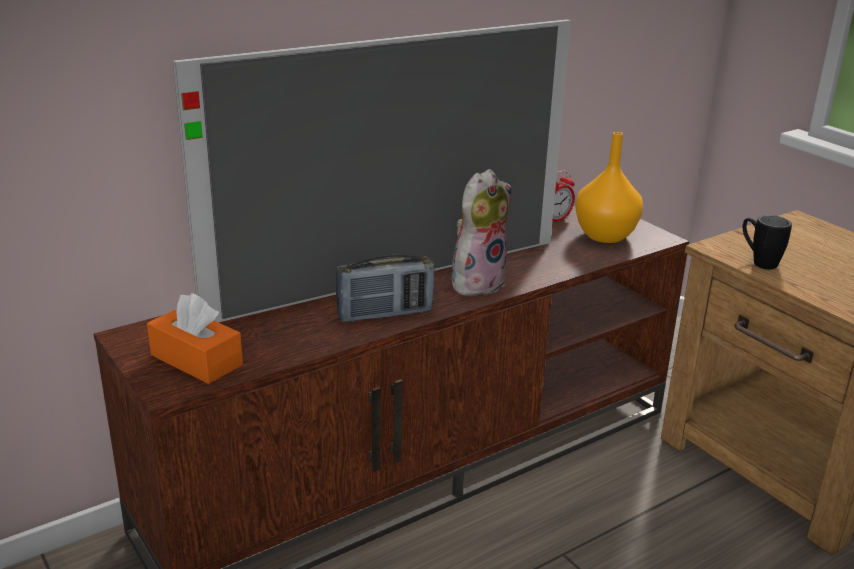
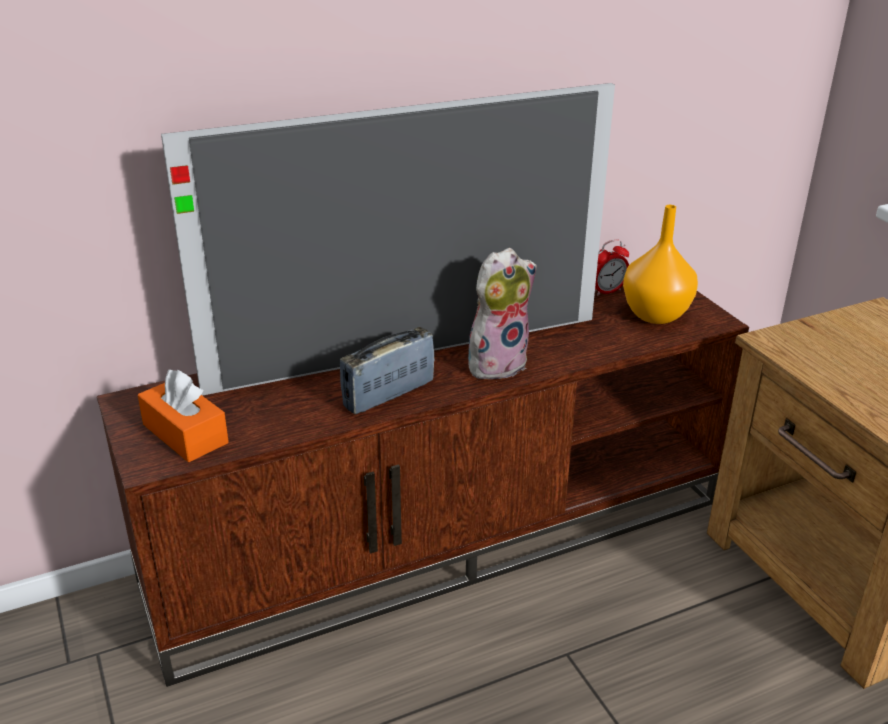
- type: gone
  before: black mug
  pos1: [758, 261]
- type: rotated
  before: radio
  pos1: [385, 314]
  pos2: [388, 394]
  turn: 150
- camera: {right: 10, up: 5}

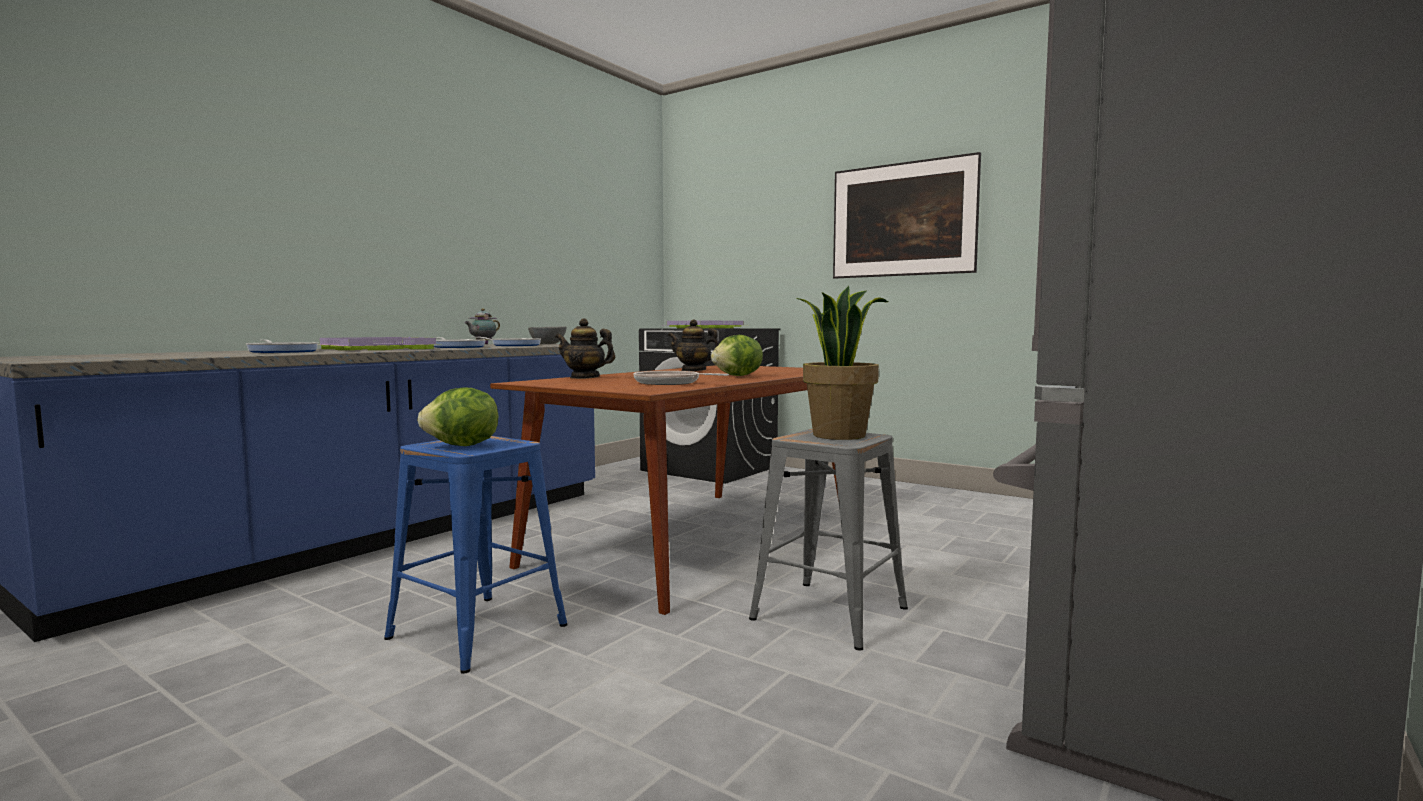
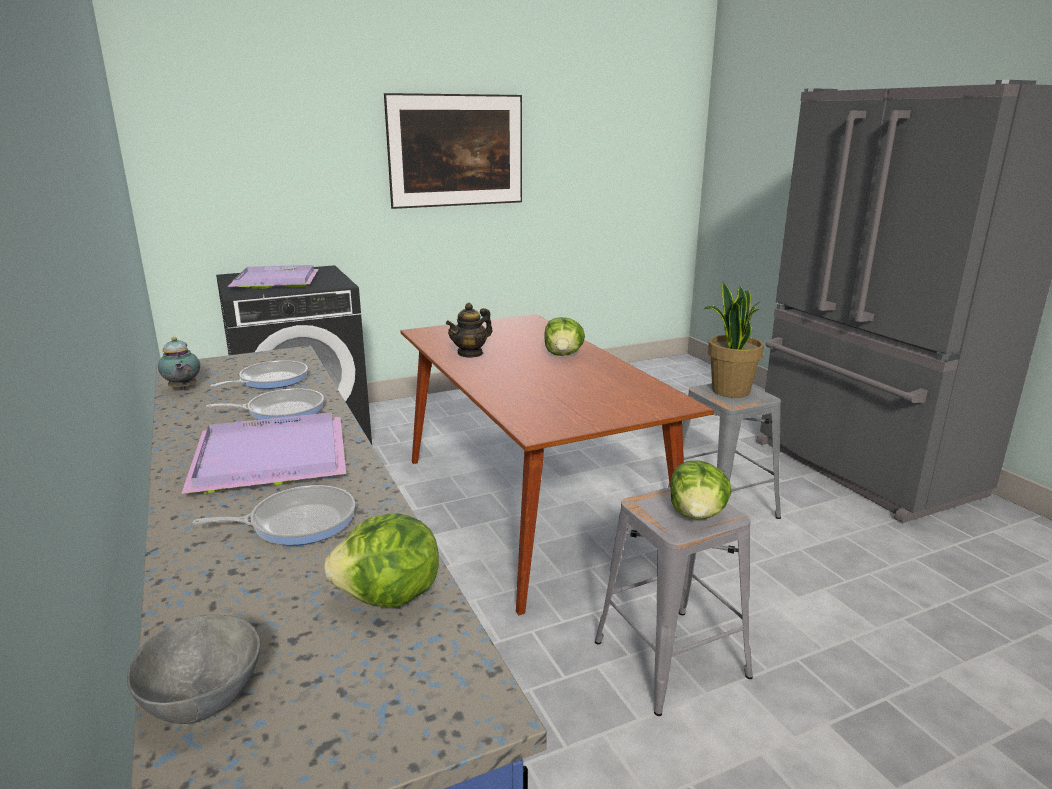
- type: gone
  before: teapot
  pos1: [585, 377]
- type: gone
  before: frying pan
  pos1: [670, 383]
- type: new
  after: lettuce
  pos2: [389, 598]
- type: shifted
  before: grey bowl
  pos1: [548, 344]
  pos2: [205, 697]
- type: repainted
  before: blue stool
  after: grey stool
  pos1: [476, 632]
  pos2: [671, 659]
- camera: {right: -60, up: 15}

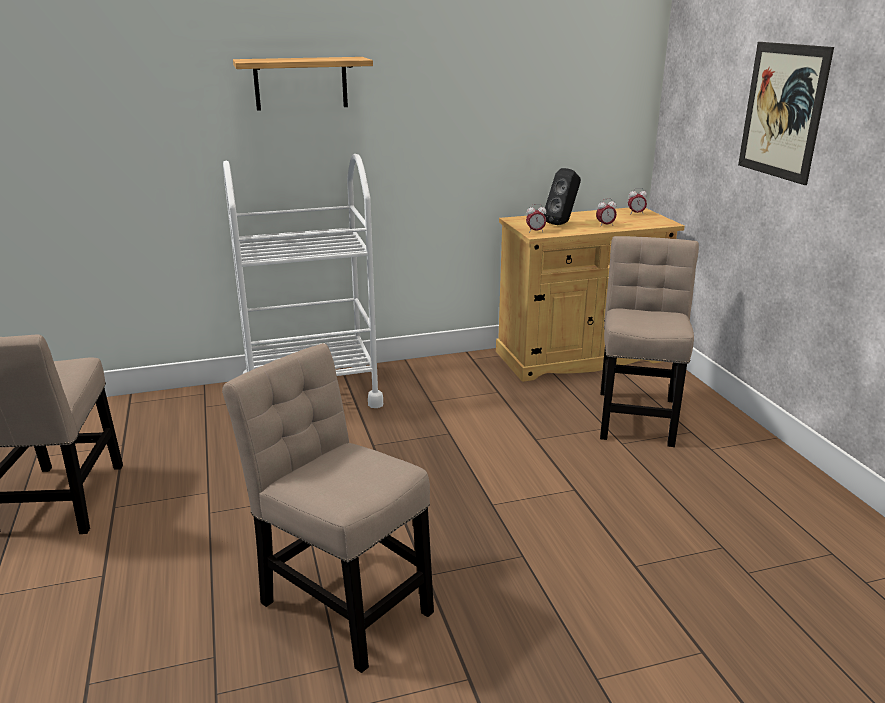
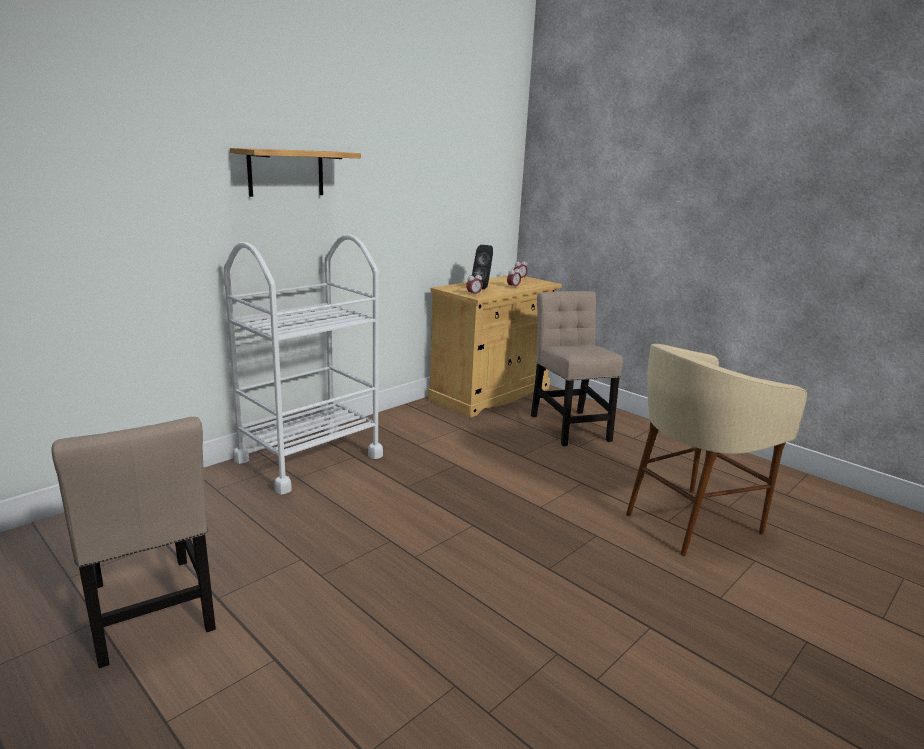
- type: gone
  before: beige chair
  pos1: [341, 601]
- type: gone
  before: picture
  pos1: [782, 111]
- type: new
  after: beige stool
  pos2: [690, 522]
- camera: {right: -30, up: -5}

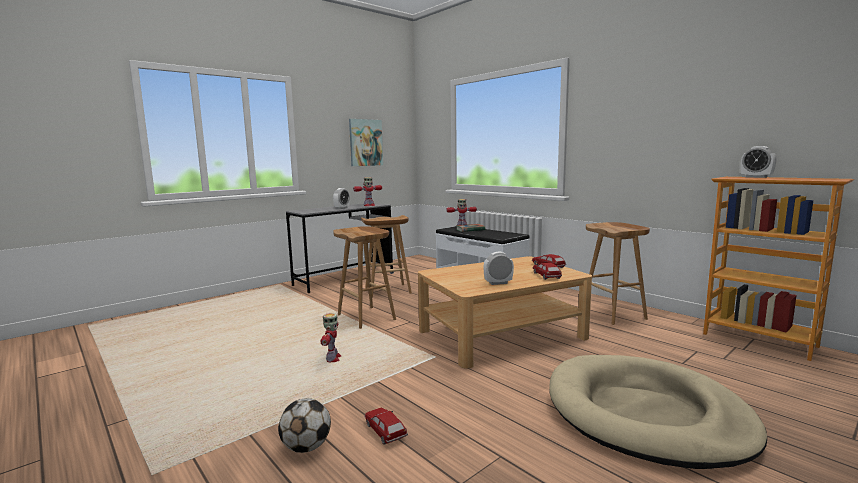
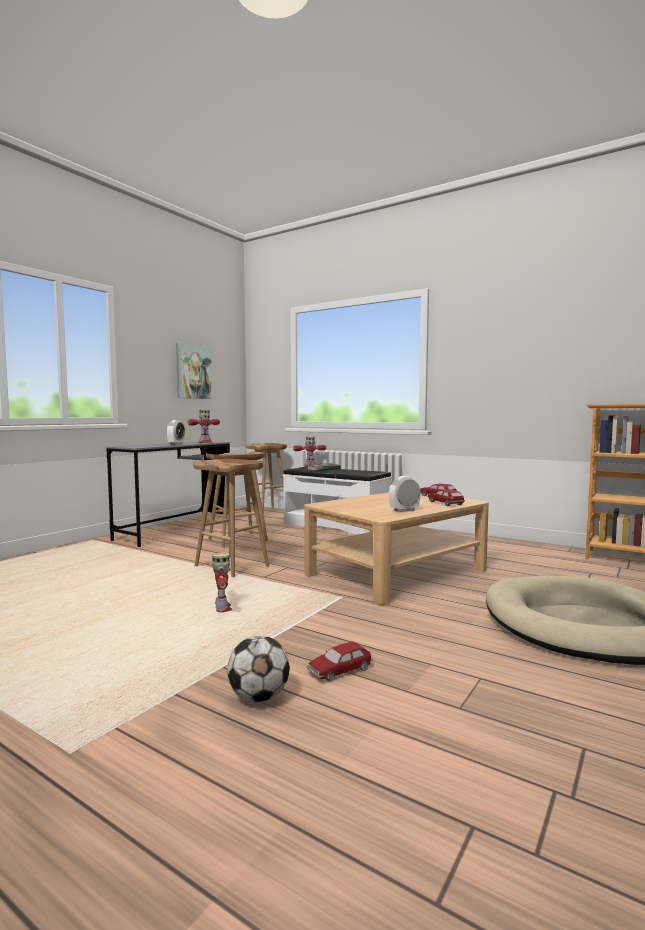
- type: gone
  before: alarm clock
  pos1: [756, 177]
- type: shifted
  before: brown stool
  pos1: [614, 314]
  pos2: [268, 512]
- type: rotated
  before: toy car
  pos1: [385, 431]
  pos2: [339, 670]
  turn: -75
- camera: {right: -15, up: -5}

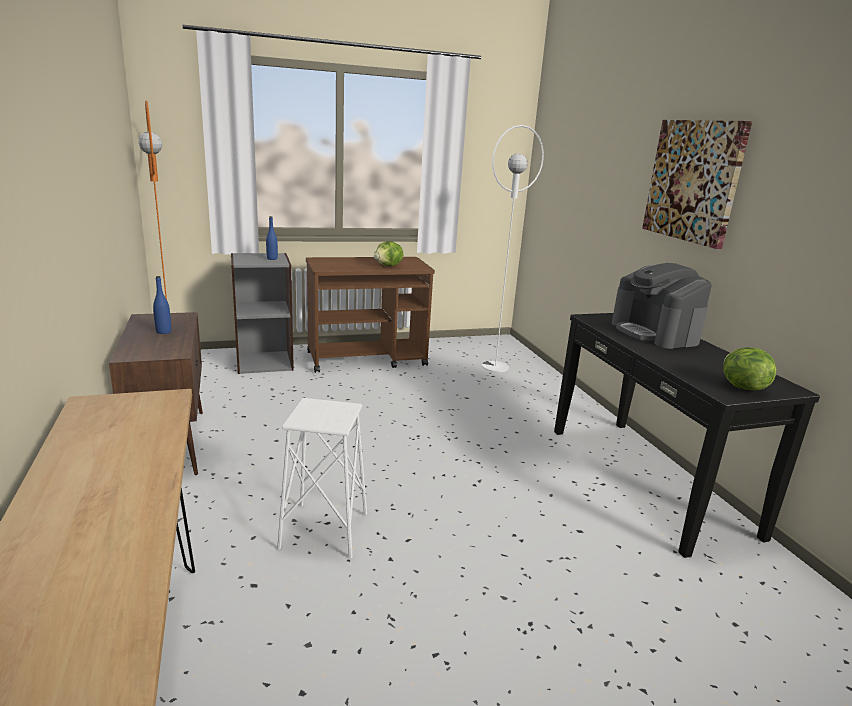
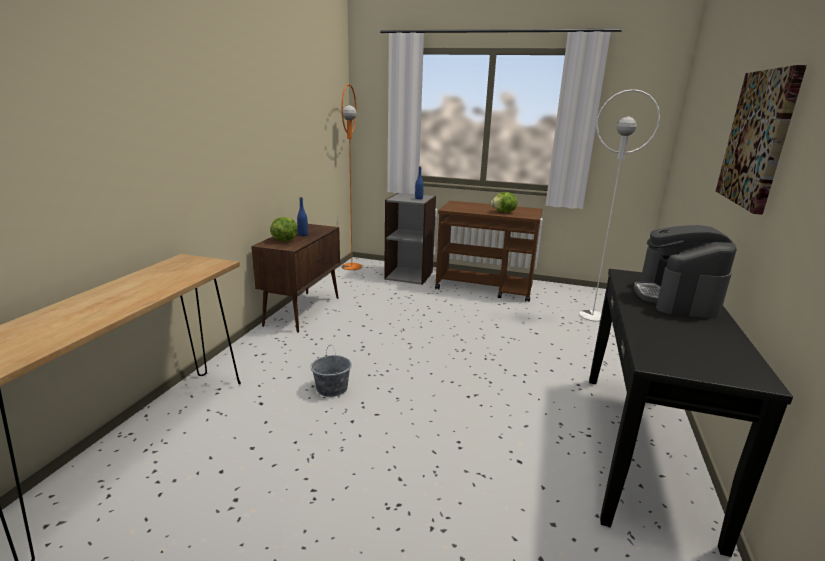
- type: shifted
  before: lettuce
  pos1: [741, 387]
  pos2: [284, 240]
- type: swapped
  before: white stool
  after: grey bucket
  pos1: [324, 530]
  pos2: [332, 388]
- camera: {right: 35, up: 0}

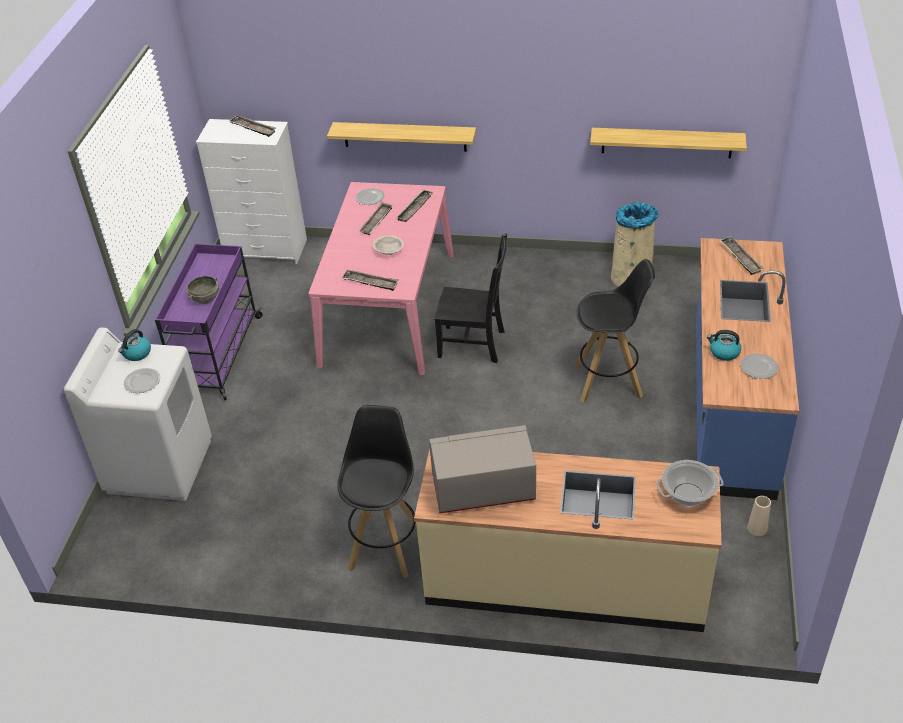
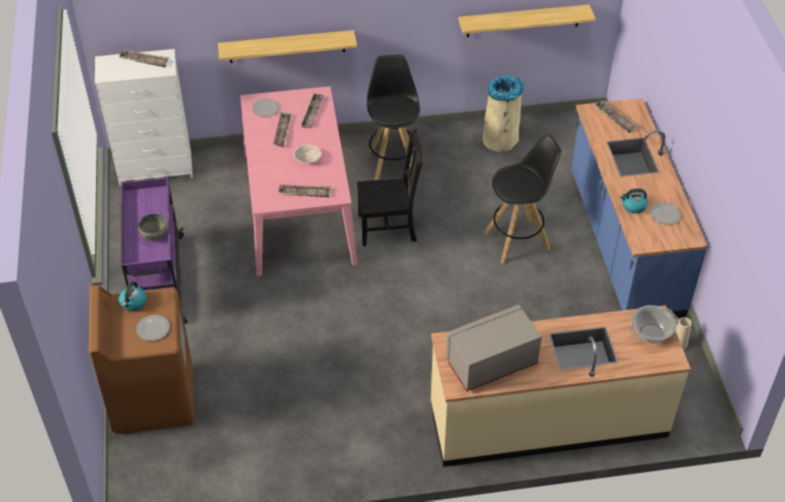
- type: shifted
  before: black stool
  pos1: [386, 545]
  pos2: [393, 163]
- type: repainted
  before: white washing machine
  after: brown washing machine
  pos1: [159, 465]
  pos2: [153, 397]
- camera: {right: -20, up: 5}

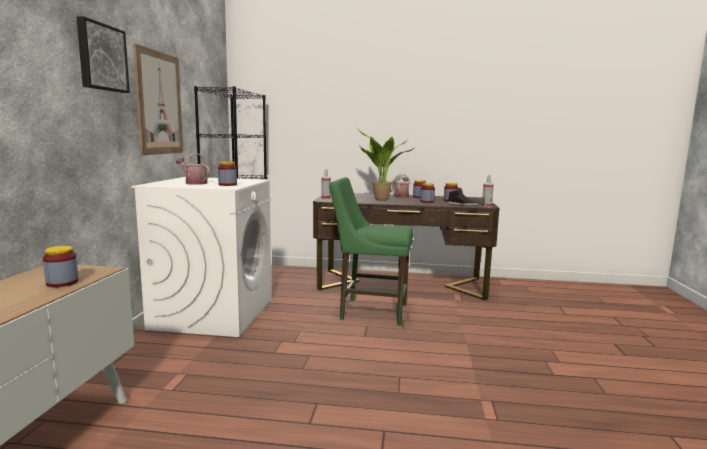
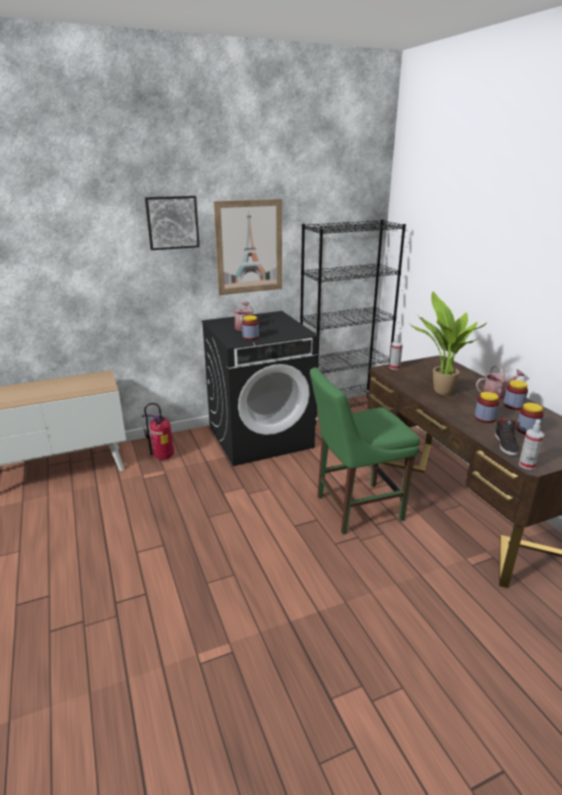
- type: gone
  before: jar
  pos1: [62, 283]
- type: new
  after: fire extinguisher
  pos2: [163, 458]
- type: repainted
  before: white washing machine
  after: black washing machine
  pos1: [213, 313]
  pos2: [260, 437]
- type: rotated
  before: green chair
  pos1: [370, 311]
  pos2: [354, 508]
  turn: -90
- camera: {right: 60, up: 15}

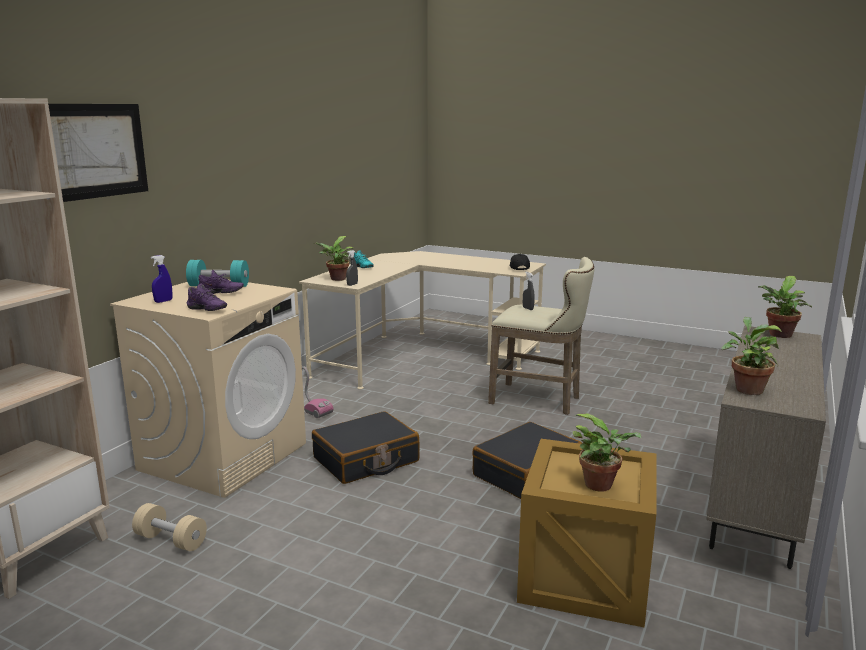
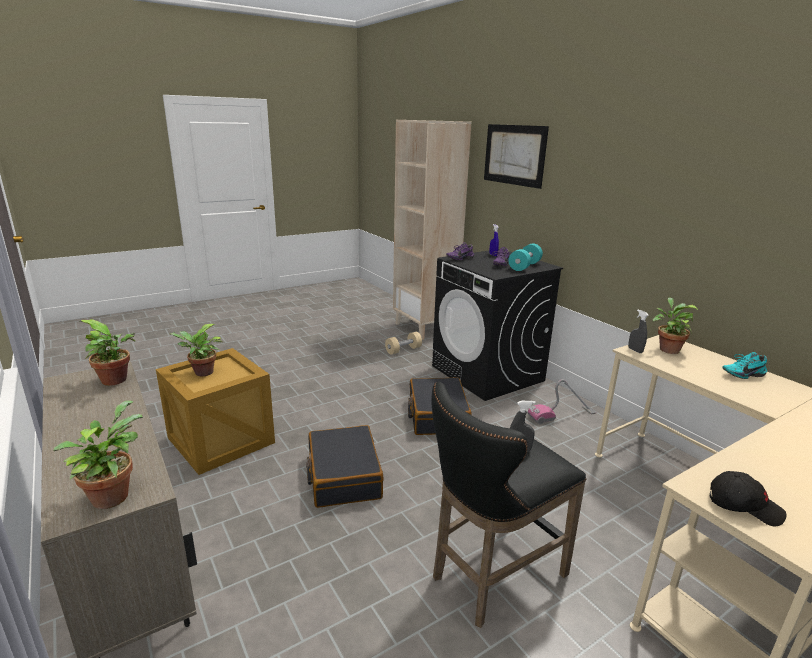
- type: repainted
  before: beige washing machine
  after: black washing machine
  pos1: [224, 456]
  pos2: [488, 373]
- type: repainted
  before: beige stool
  after: black stool
  pos1: [540, 400]
  pos2: [491, 576]
- camera: {right: 120, up: 5}

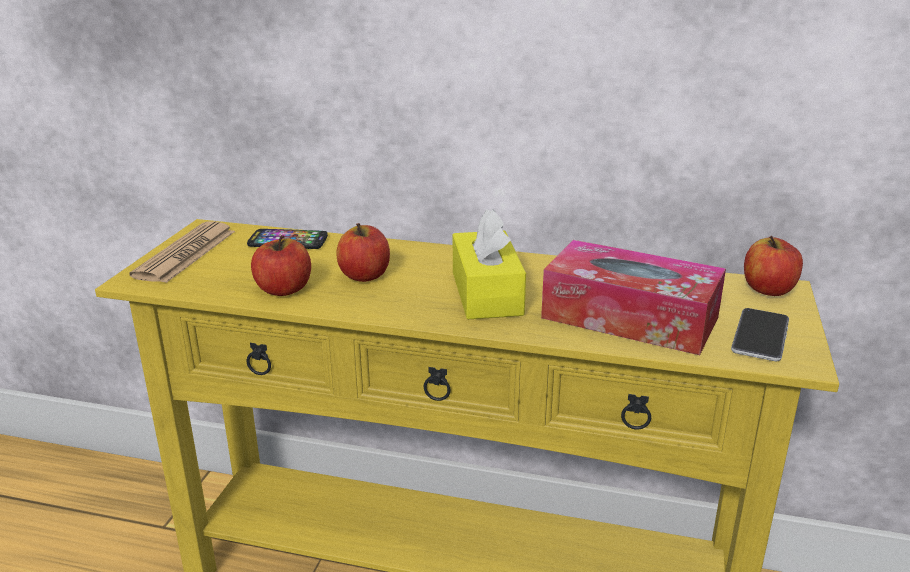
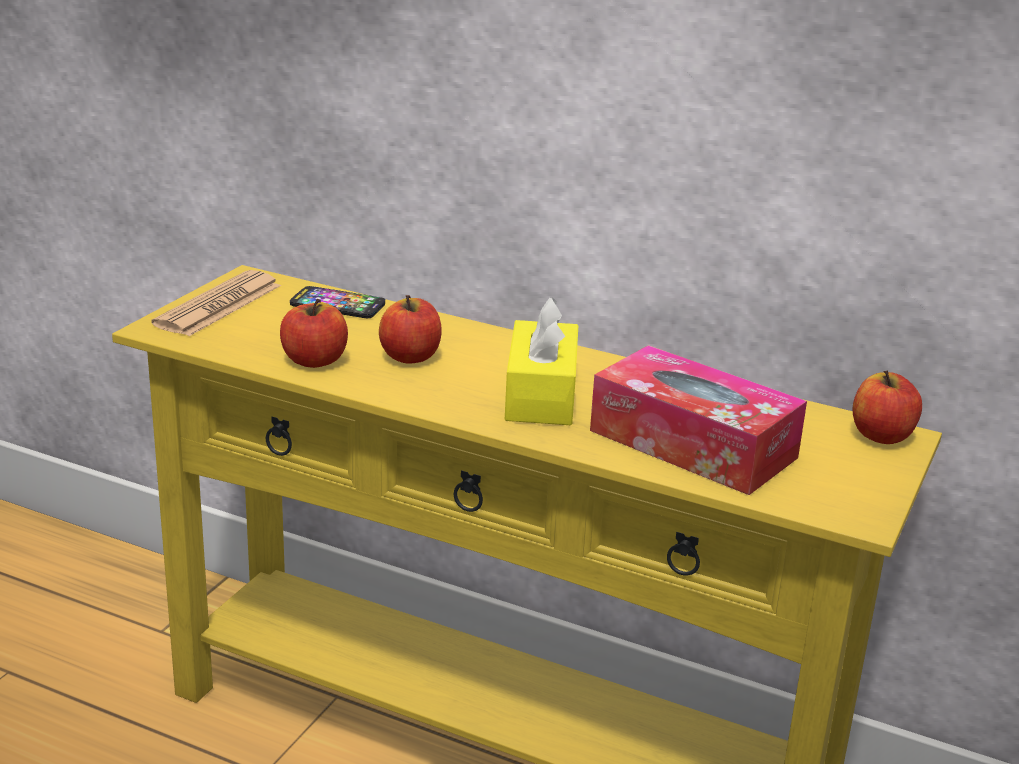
- type: gone
  before: phone
  pos1: [760, 336]
- camera: {right: 10, up: 0}

